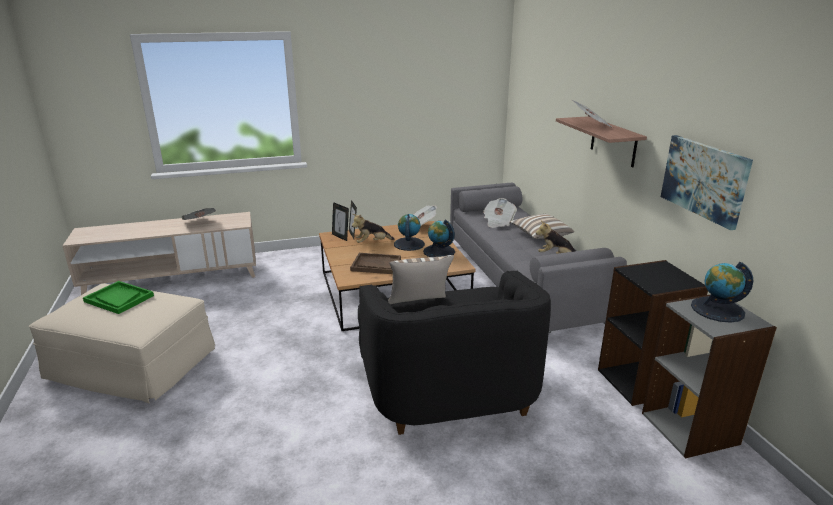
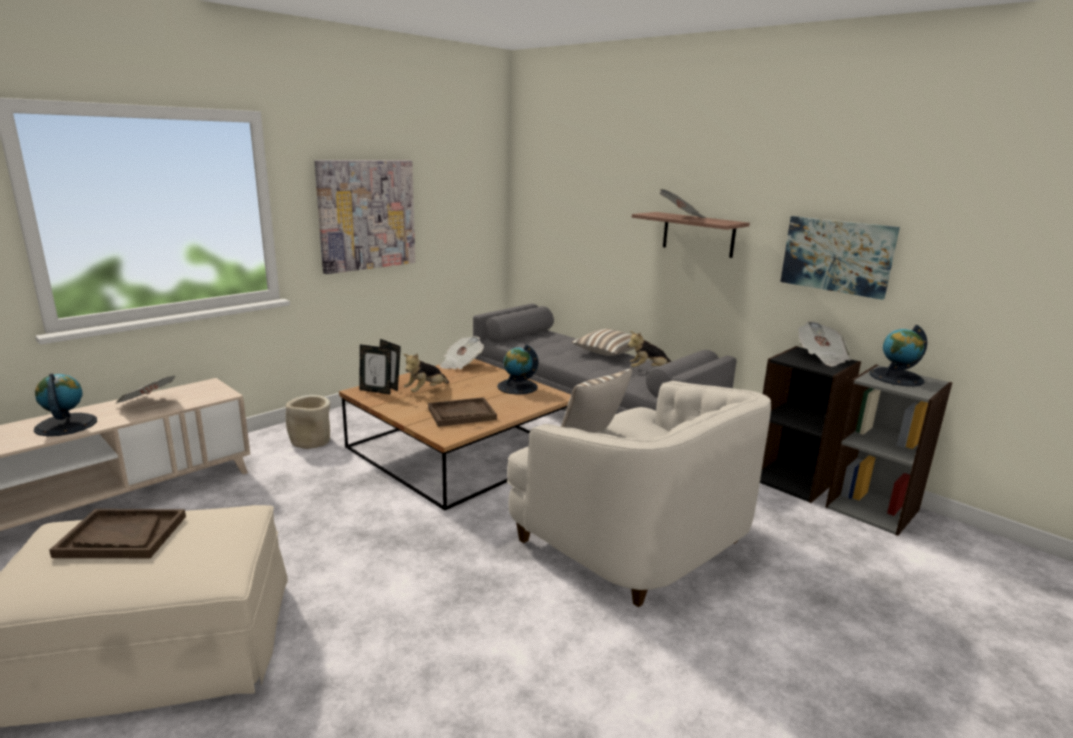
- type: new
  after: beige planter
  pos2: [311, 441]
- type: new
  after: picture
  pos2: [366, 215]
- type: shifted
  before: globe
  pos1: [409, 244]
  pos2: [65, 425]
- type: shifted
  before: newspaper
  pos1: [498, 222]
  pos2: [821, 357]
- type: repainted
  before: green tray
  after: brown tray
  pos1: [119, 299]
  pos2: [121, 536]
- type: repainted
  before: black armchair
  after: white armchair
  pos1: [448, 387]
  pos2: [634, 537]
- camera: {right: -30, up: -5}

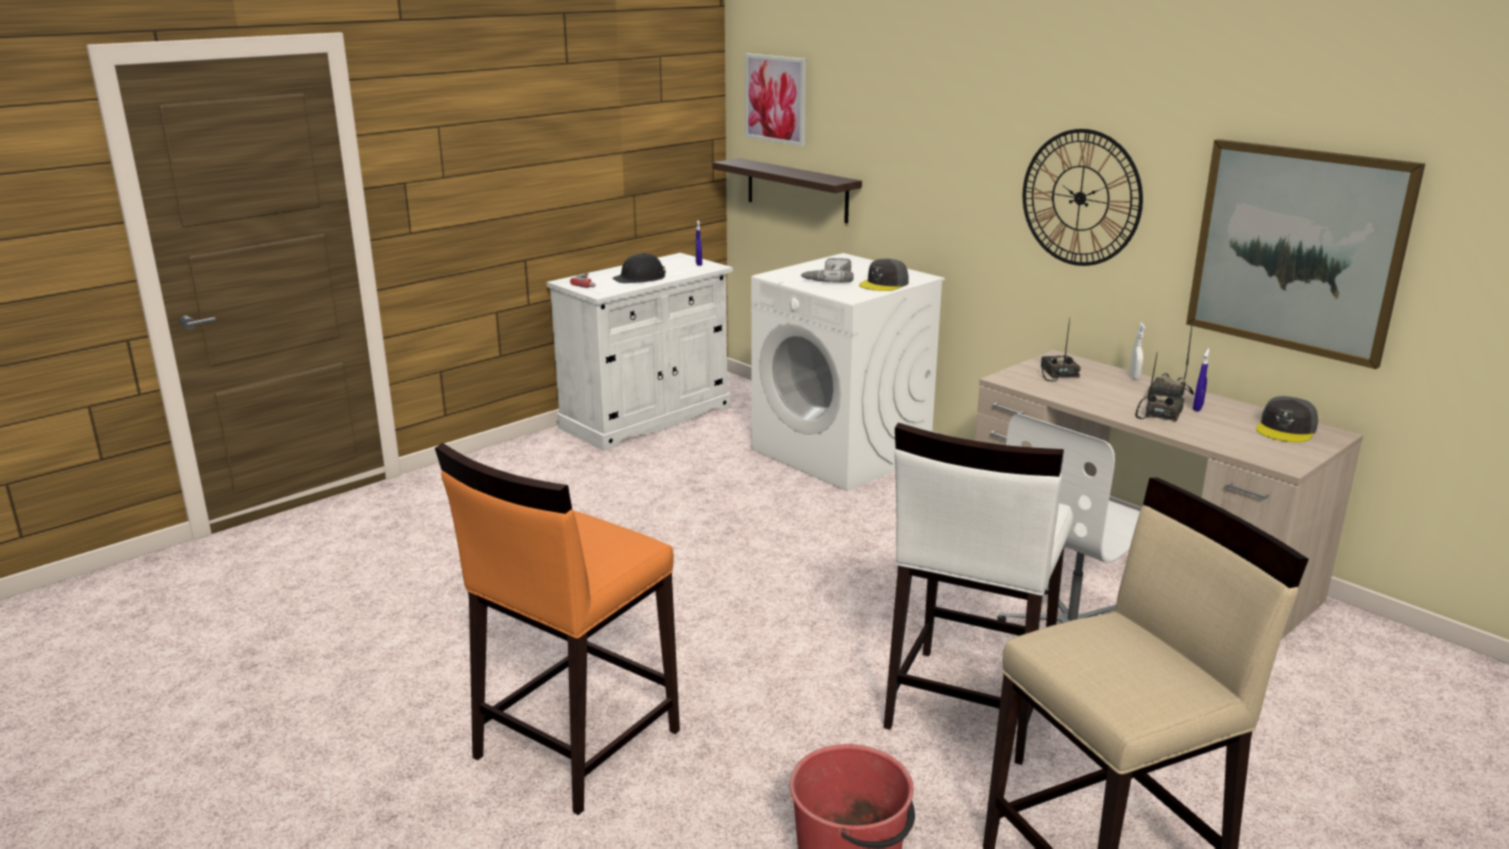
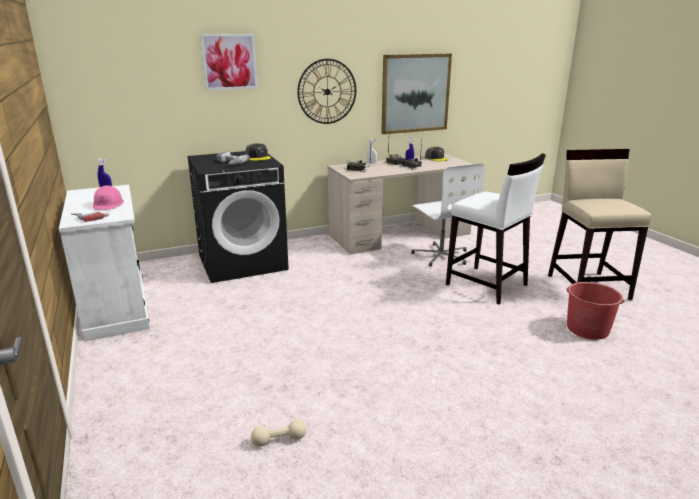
- type: gone
  before: orange stool
  pos1: [574, 744]
- type: gone
  before: shelf
  pos1: [797, 190]
- type: new
  after: beige dumbbell
  pos2: [279, 440]
- type: shifted
  before: picture
  pos1: [776, 99]
  pos2: [229, 62]
- type: repainted
  before: black hard hat
  after: pink hard hat
  pos1: [640, 278]
  pos2: [108, 204]
- type: repainted
  before: white washing machine
  after: black washing machine
  pos1: [842, 452]
  pos2: [243, 262]
- camera: {right: -70, up: 0}

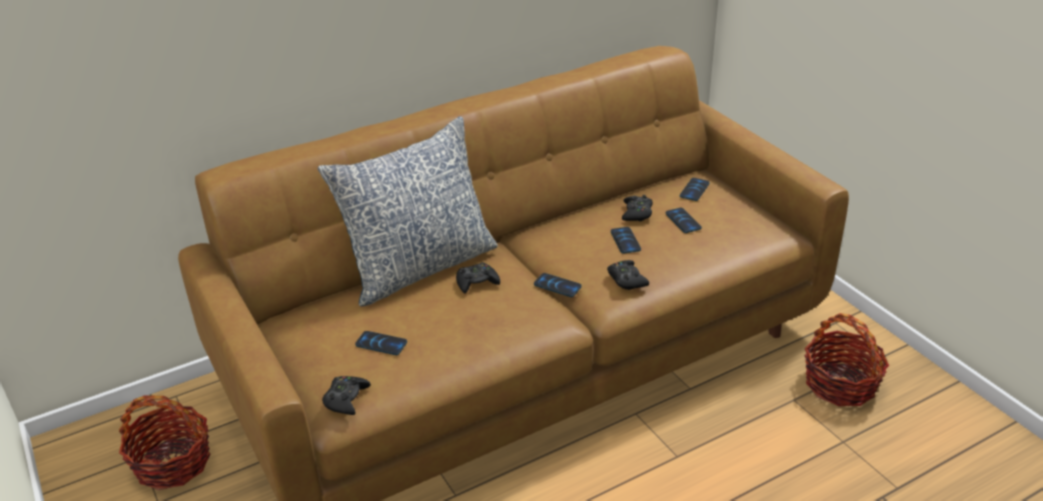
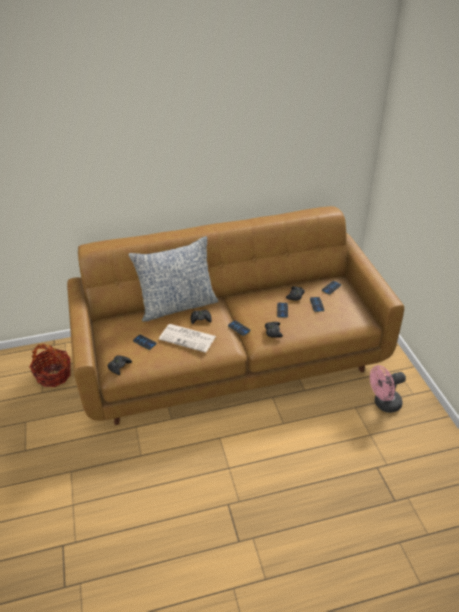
- type: new
  after: newspaper
  pos2: [188, 338]
- type: swapped
  before: basket
  after: pink fan
  pos1: [840, 384]
  pos2: [383, 404]
- camera: {right: 15, up: 5}

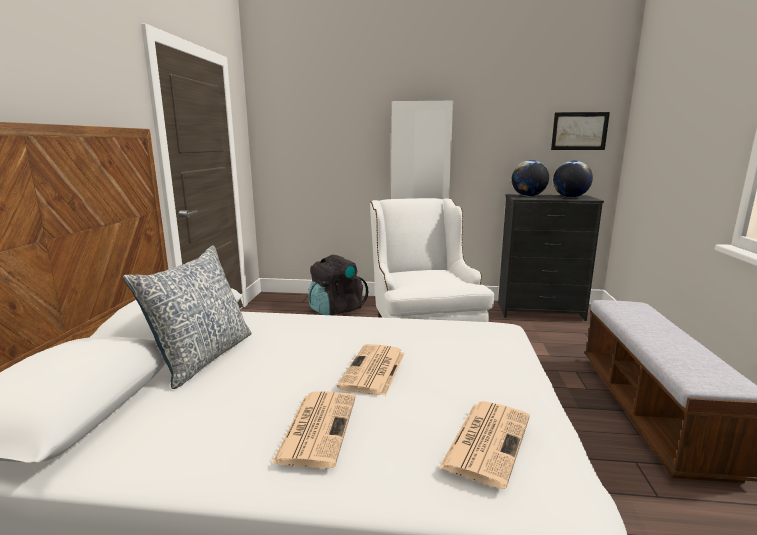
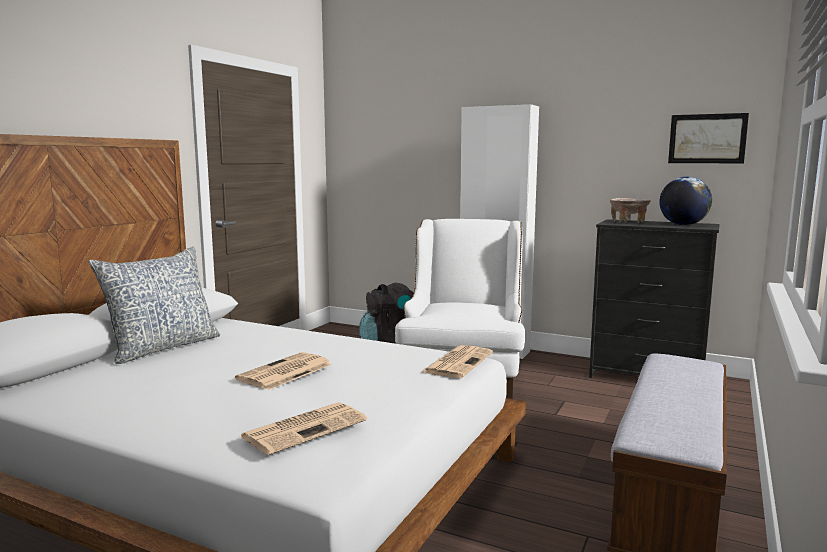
- type: shifted
  before: newspaper
  pos1: [317, 427]
  pos2: [458, 362]
- type: swapped
  before: globe
  after: beige bowl
  pos1: [528, 196]
  pos2: [628, 222]
- camera: {right: 20, up: -5}

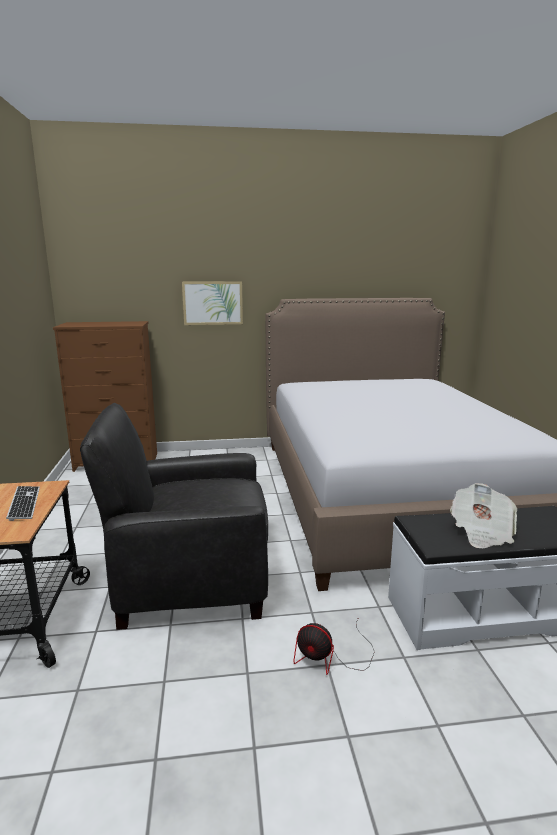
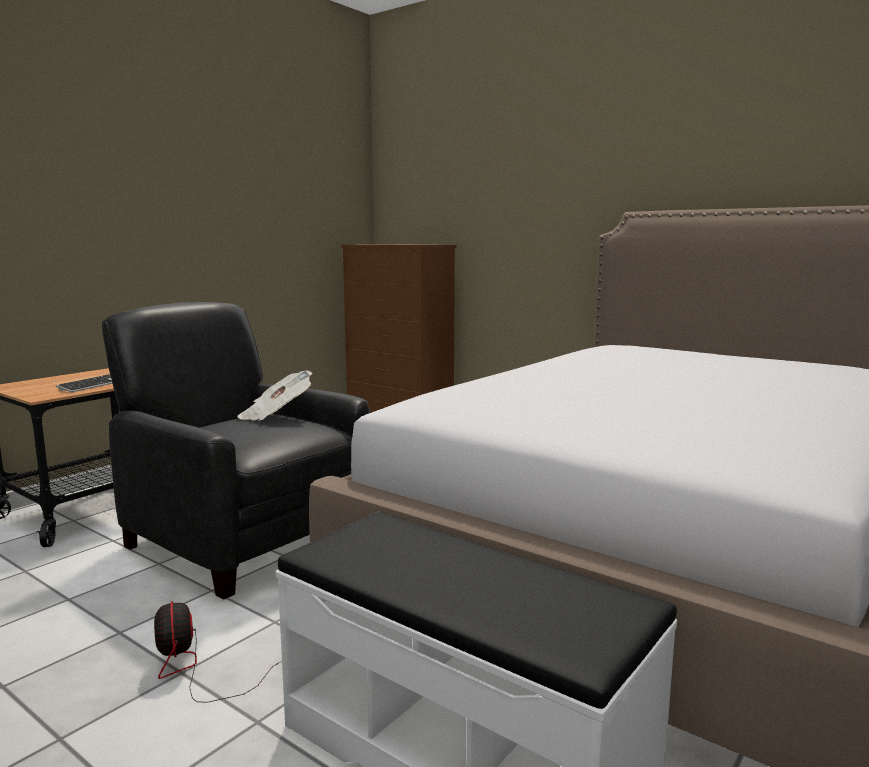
- type: gone
  before: picture
  pos1: [212, 303]
- type: shifted
  before: newspaper
  pos1: [481, 532]
  pos2: [276, 415]
- camera: {right: 45, up: -5}

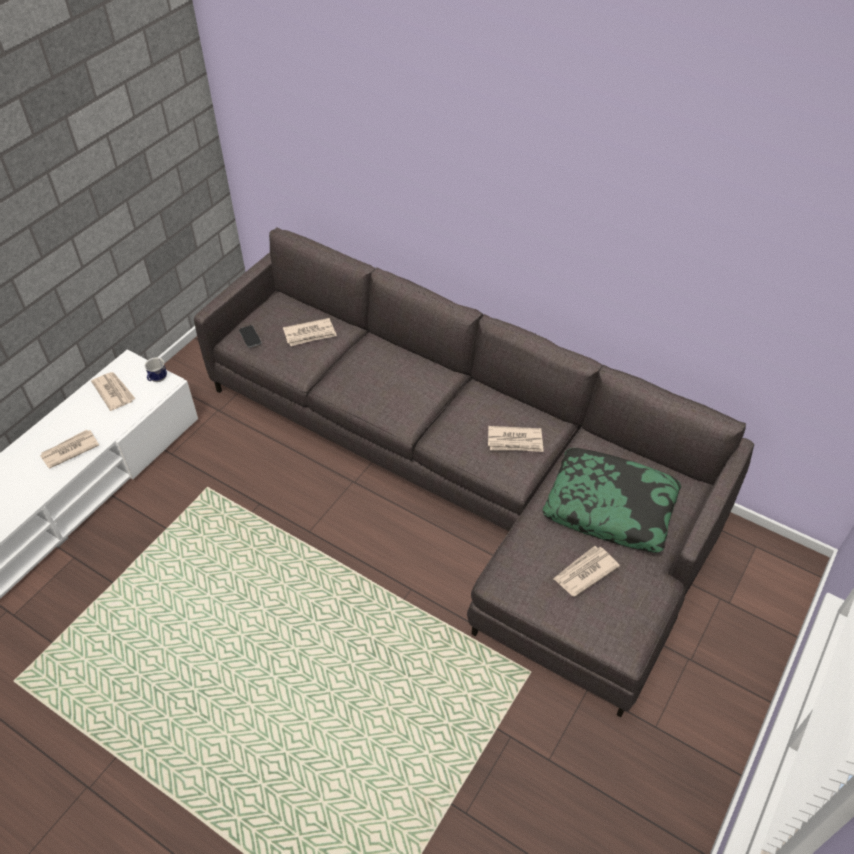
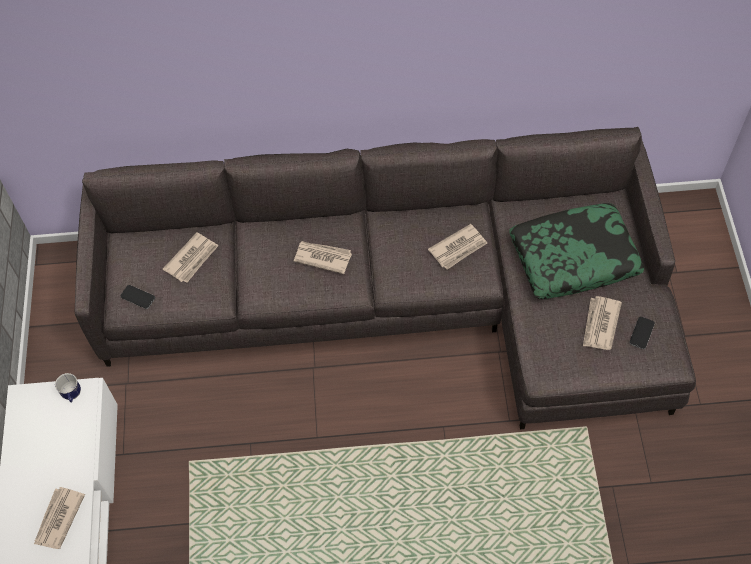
- type: new
  after: phone
  pos2: [641, 333]
- type: shifted
  before: newspaper
  pos1: [114, 392]
  pos2: [322, 257]
- camera: {right: -35, up: 10}

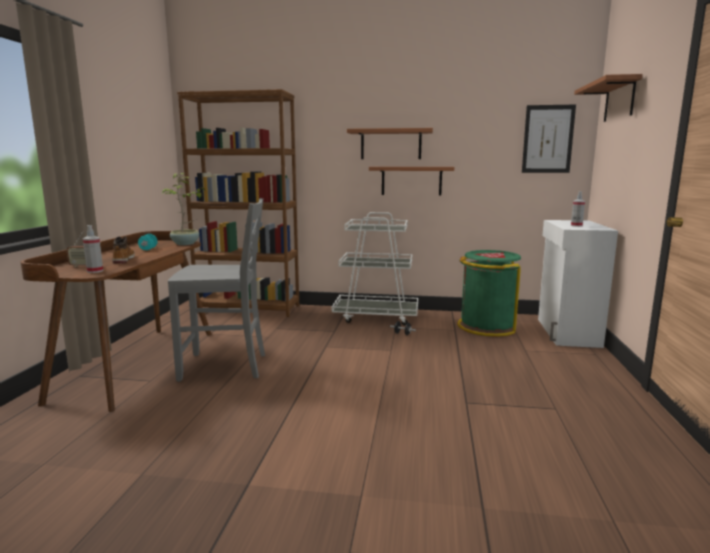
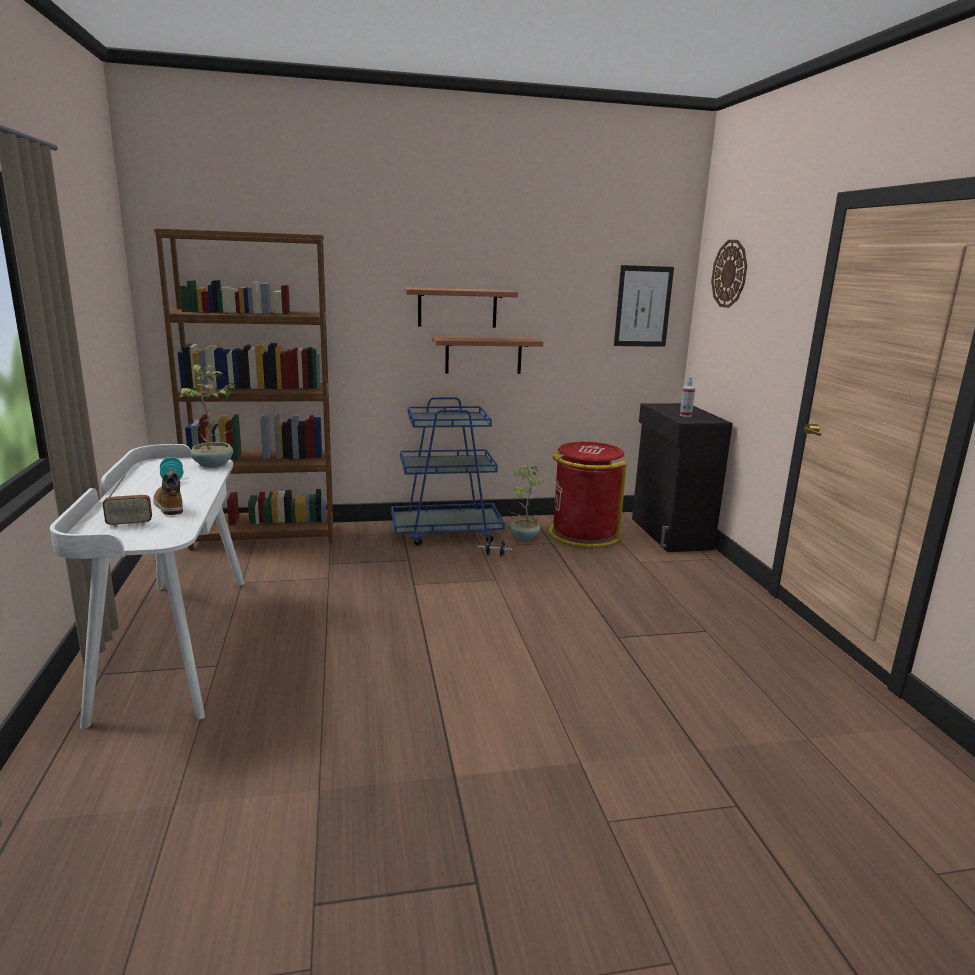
- type: gone
  before: spray bottle
  pos1: [95, 271]
- type: gone
  before: grey chair
  pos1: [225, 367]
- type: new
  after: potted plant
  pos2: [523, 537]
- type: swapped
  before: shelf
  after: wall clock
  pos1: [619, 100]
  pos2: [729, 274]
- type: repainted
  before: brown desk
  after: white desk
  pos1: [137, 363]
  pos2: [174, 642]
- type: repainted
  before: white cart
  after: blue cart
  pos1: [376, 316]
  pos2: [447, 532]
- type: repainted
  before: green trash can
  after: red trash can
  pos1: [486, 326]
  pos2: [583, 534]
- type: repainted
  before: white cabinet
  after: black cabinet
  pos1: [566, 332]
  pos2: [669, 534]
- camera: {right: -20, up: 5}

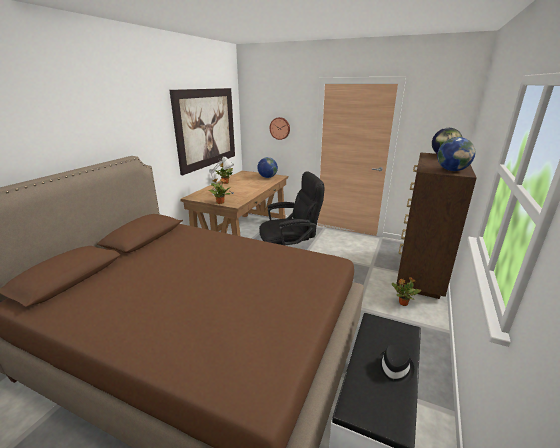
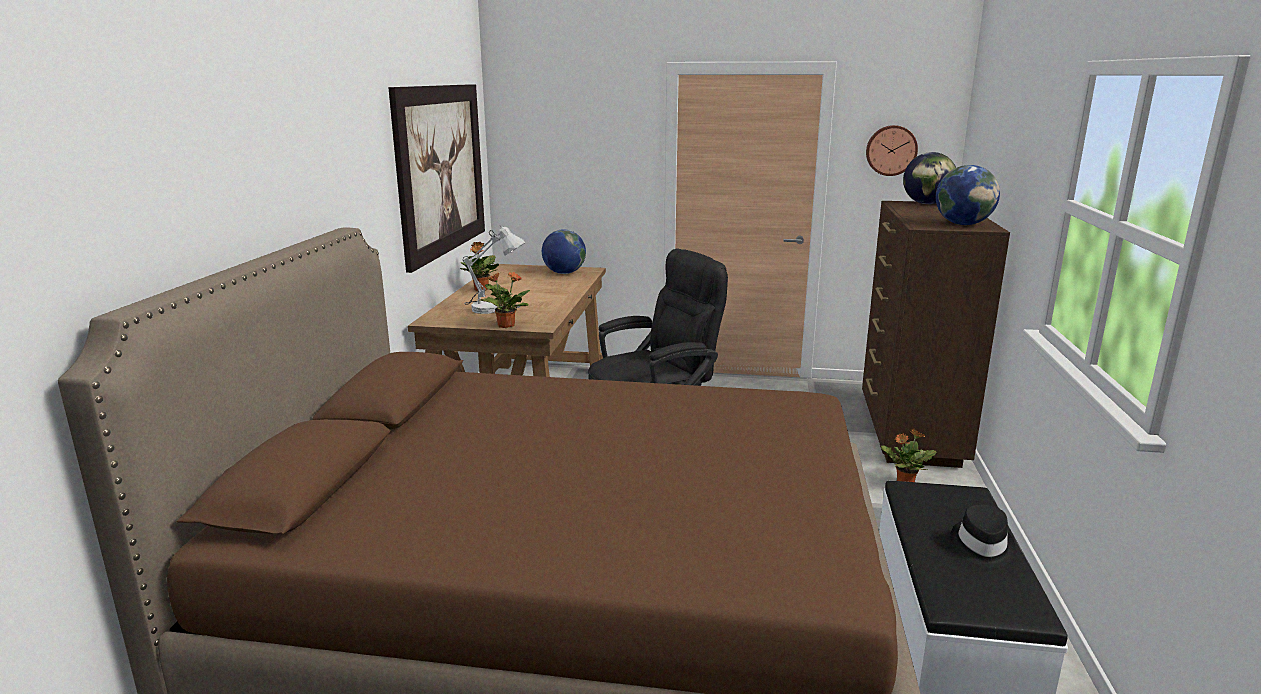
- type: shifted
  before: wall clock
  pos1: [280, 128]
  pos2: [891, 150]
- camera: {right: -15, up: -5}

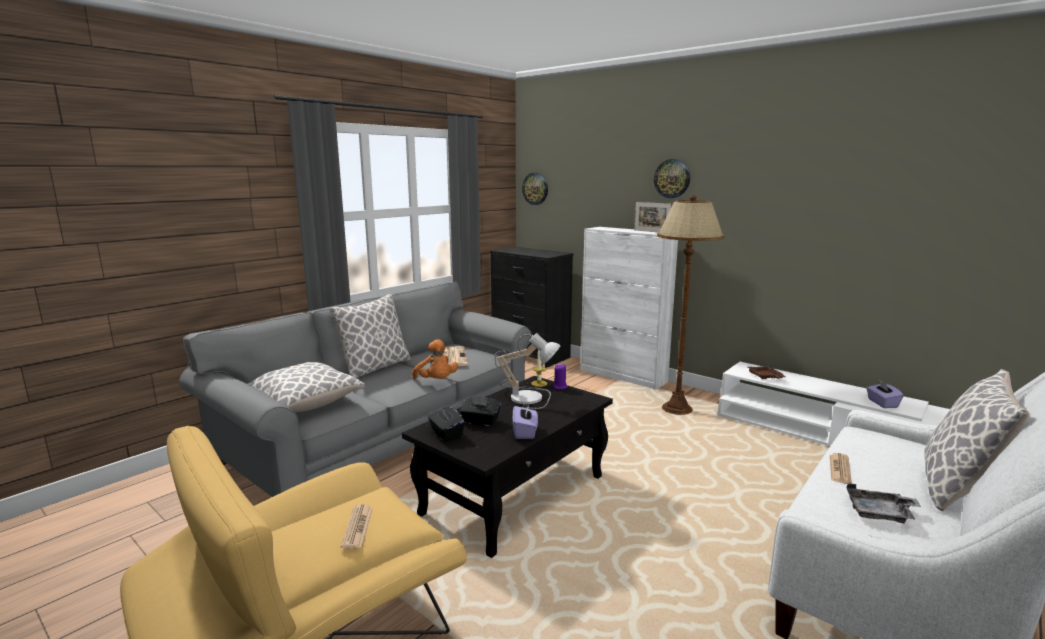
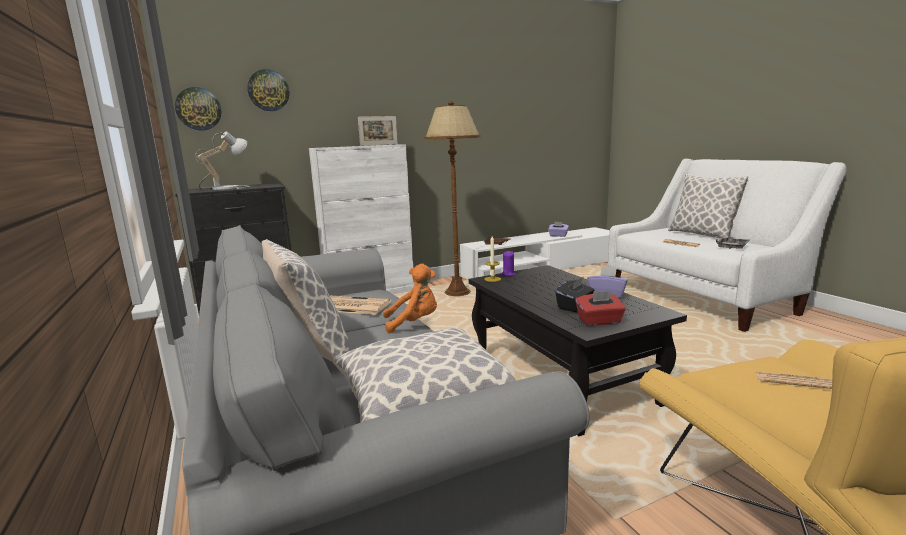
- type: shifted
  before: table lamp
  pos1: [529, 397]
  pos2: [226, 188]
- type: shifted
  before: wall clock
  pos1: [672, 178]
  pos2: [268, 90]
- type: repainted
  before: black tissue box
  after: red tissue box
  pos1: [446, 434]
  pos2: [599, 321]
- camera: {right: -65, up: 0}

